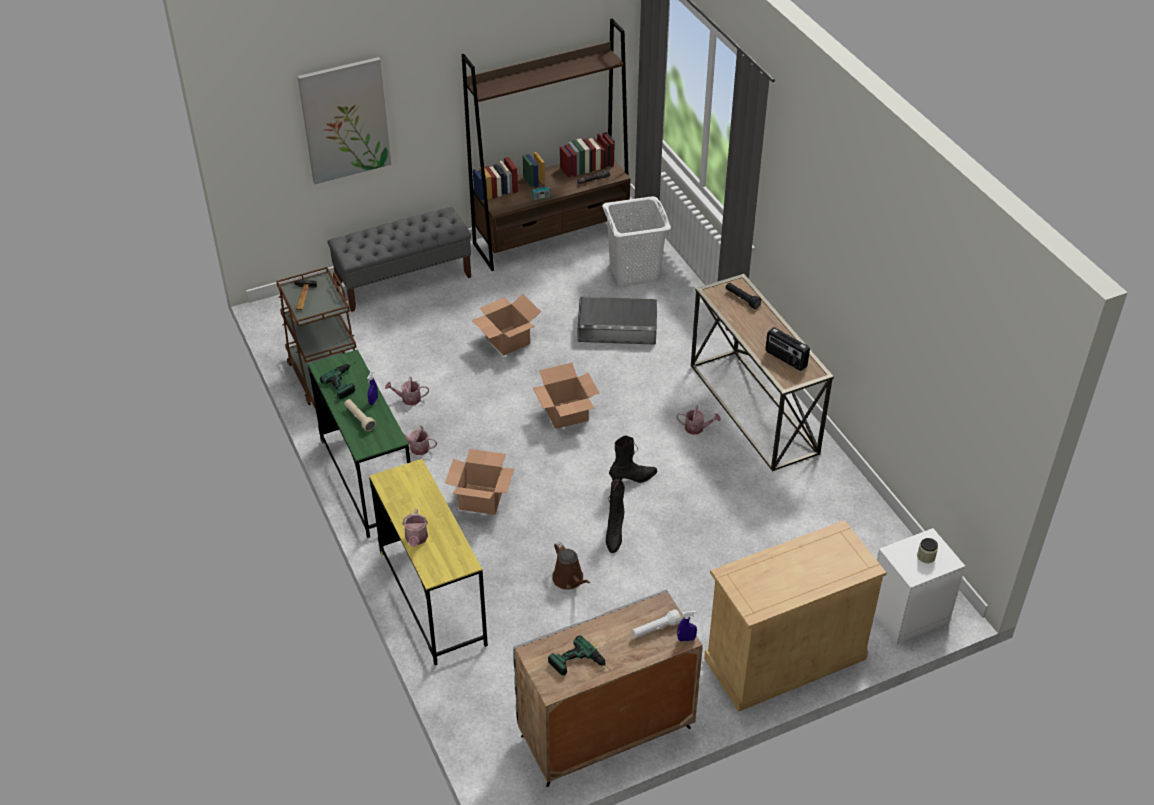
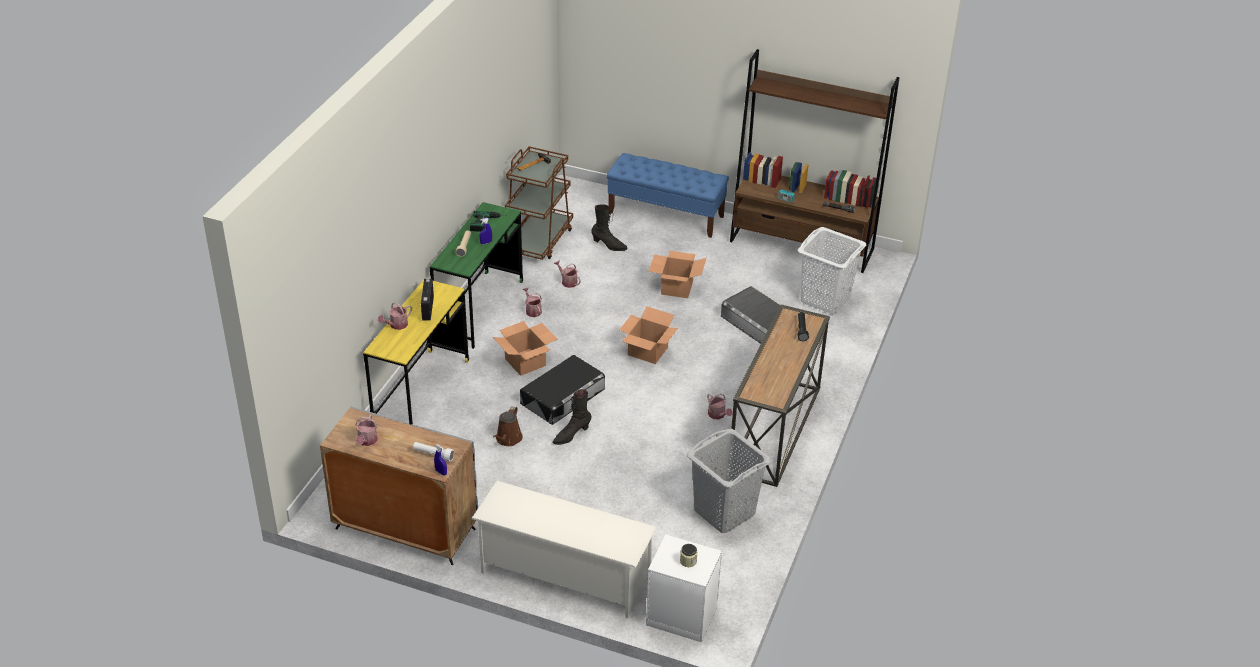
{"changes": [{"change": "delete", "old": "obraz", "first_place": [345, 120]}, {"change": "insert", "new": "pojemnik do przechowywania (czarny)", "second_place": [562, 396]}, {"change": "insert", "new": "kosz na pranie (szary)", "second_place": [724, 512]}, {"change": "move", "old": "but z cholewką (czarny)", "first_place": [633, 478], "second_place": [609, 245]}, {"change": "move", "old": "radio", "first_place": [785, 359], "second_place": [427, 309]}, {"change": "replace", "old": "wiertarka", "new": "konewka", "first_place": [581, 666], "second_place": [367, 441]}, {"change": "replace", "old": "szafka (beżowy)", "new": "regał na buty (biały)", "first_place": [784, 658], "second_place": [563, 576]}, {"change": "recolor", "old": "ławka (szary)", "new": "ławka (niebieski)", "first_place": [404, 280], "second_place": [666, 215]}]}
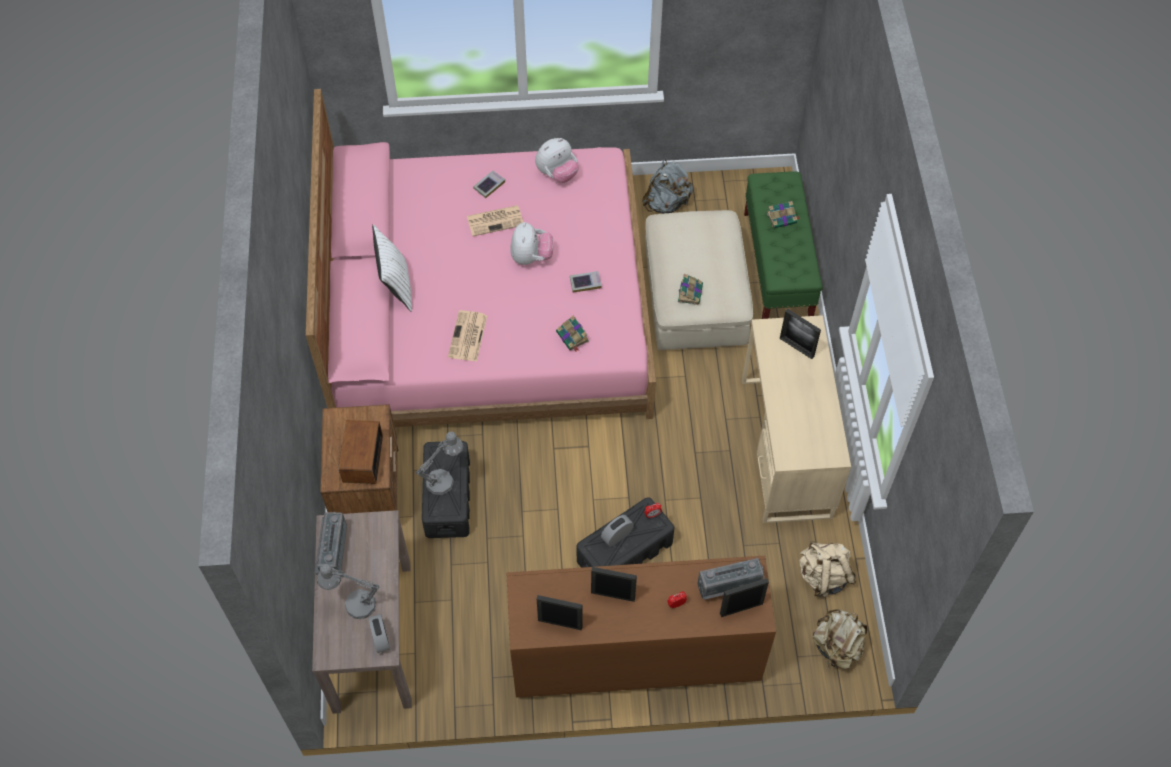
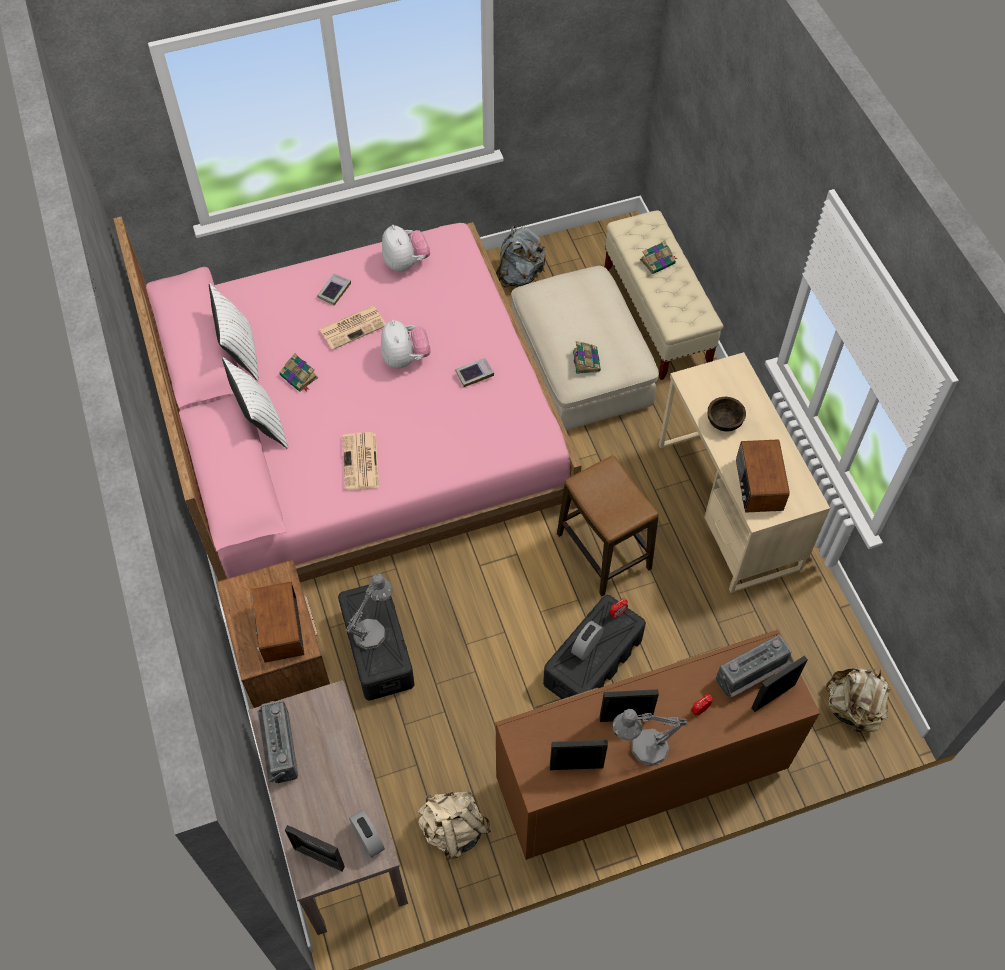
{"changes": [{"change": "insert", "new": "poduszka (biały)", "second_place": [240, 353]}, {"change": "insert", "new": "stołek", "second_place": [603, 551]}, {"change": "insert", "new": "miska (brązowy)", "second_place": [723, 422]}, {"change": "insert", "new": "radio", "second_place": [757, 485]}, {"change": "move", "old": "lampa stołowa (szary)", "first_place": [353, 604], "second_place": [641, 749]}, {"change": "move", "old": "książka", "first_place": [573, 337], "second_place": [299, 377]}, {"change": "move", "old": "ramka na zdjęcie", "first_place": [796, 347], "second_place": [319, 858]}, {"change": "move", "old": "plecak (beżowy)", "first_place": [823, 577], "second_place": [453, 830]}, {"change": "recolor", "old": "ławka (zielony)", "new": "ławka (beżowy)", "first_place": [777, 266], "second_place": [656, 316]}, {"change": "rotate", "old": "pluszak", "first_place": [557, 174], "second_place": [406, 263], "degrees": -60}]}
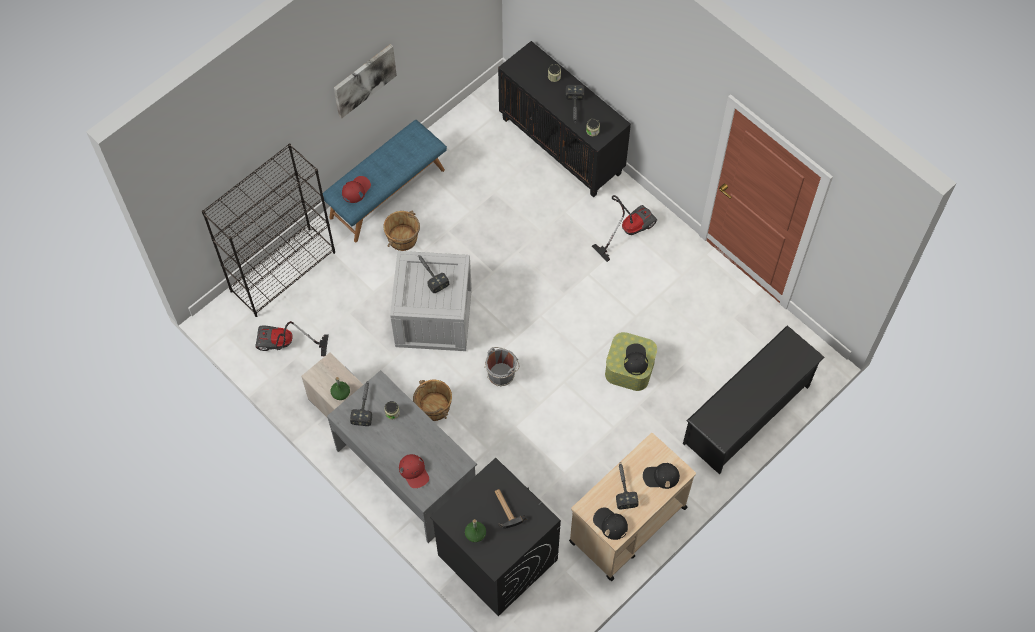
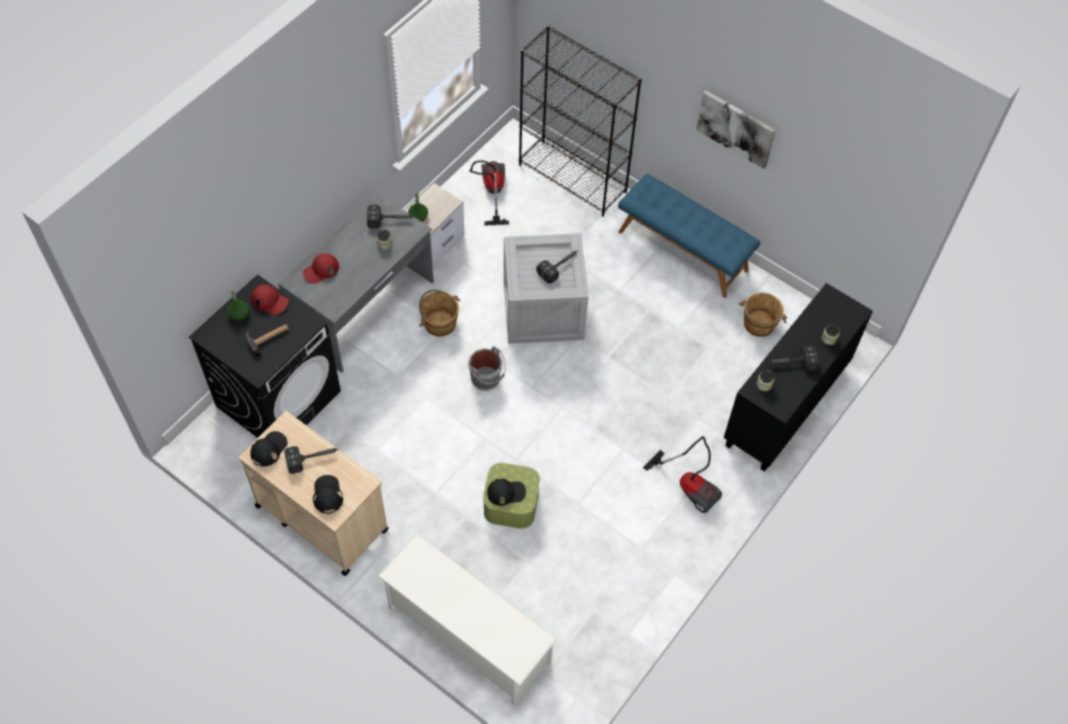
{"changes": [{"change": "move", "old": "czapka z daszkiem (czerwony)", "first_place": [356, 190], "second_place": [270, 301]}, {"change": "move", "old": "wiadro (brązowy)", "first_place": [403, 239], "second_place": [758, 324]}, {"change": "recolor", "old": "regał na buty (czarny)", "new": "regał na buty (biały)", "first_place": [747, 415], "second_place": [468, 635]}]}
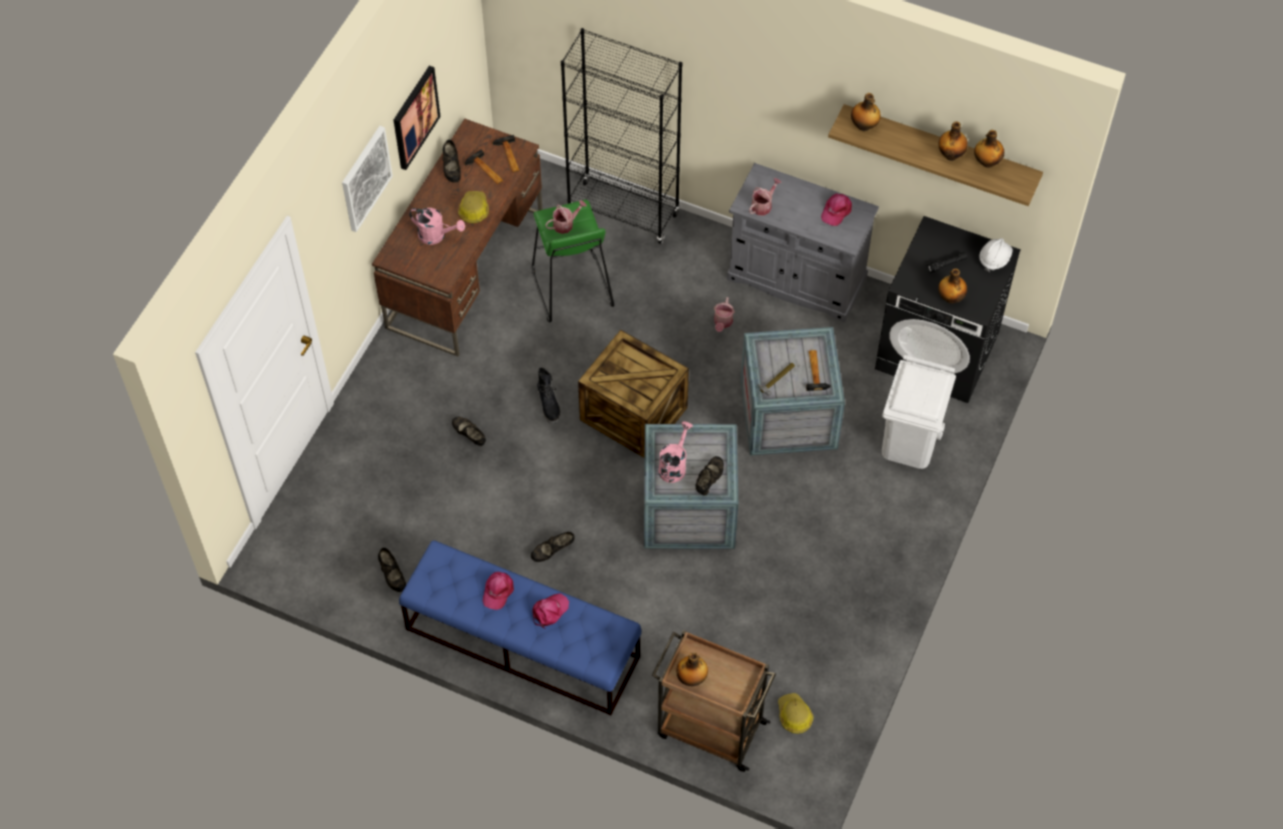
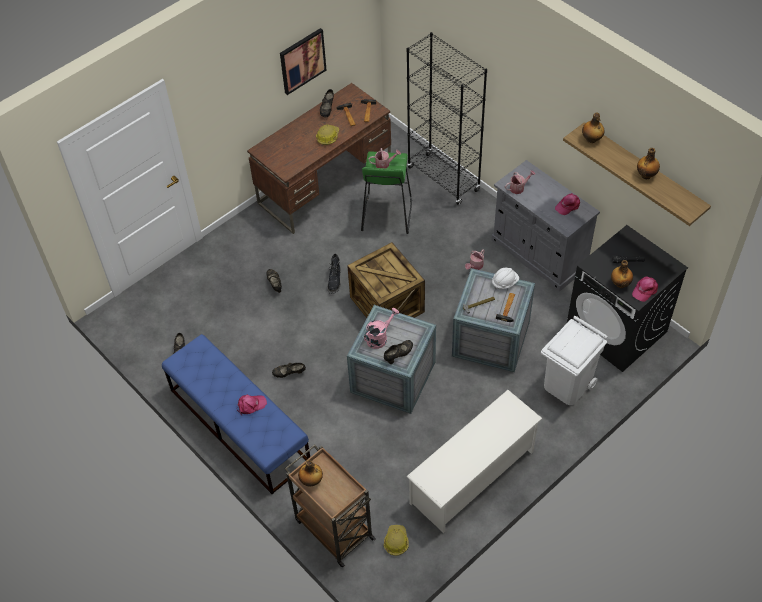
{"changes": [{"change": "delete", "old": "obraz", "first_place": [365, 178]}, {"change": "delete", "old": "konewka (różowy)", "first_place": [436, 235]}, {"change": "delete", "old": "butelka", "first_place": [986, 162]}, {"change": "insert", "new": "regał na buty (biały)", "second_place": [472, 477]}, {"change": "move", "old": "czapka z daszkiem (różowy)", "first_place": [498, 591], "second_place": [645, 290]}, {"change": "move", "old": "kask (biały)", "first_place": [994, 259], "second_place": [505, 282]}]}
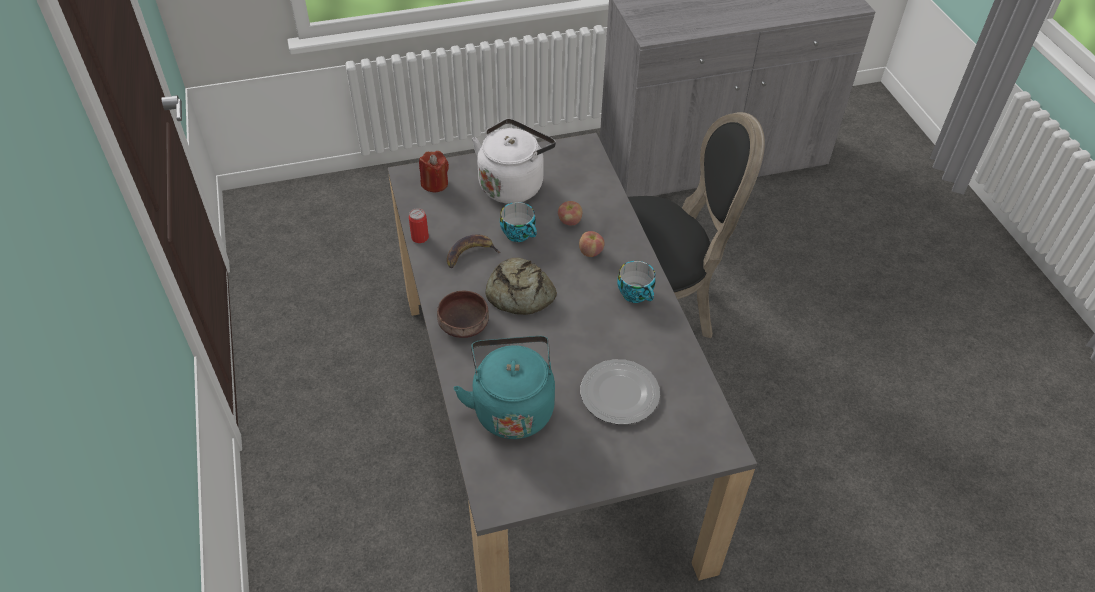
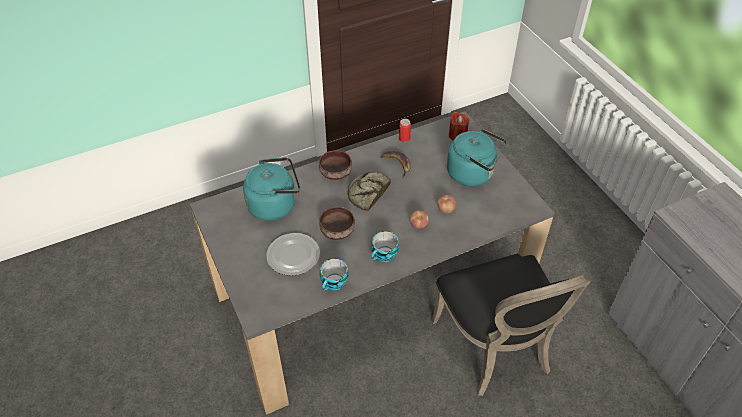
{"changes": [{"change": "insert", "new": "miska (brązowy)", "second_place": [336, 230]}, {"change": "move", "old": "filiżanka", "first_place": [520, 234], "second_place": [334, 284]}, {"change": "recolor", "old": "czajnik (biały)", "new": "czajnik (turkusowy)", "first_place": [513, 184], "second_place": [473, 174]}]}
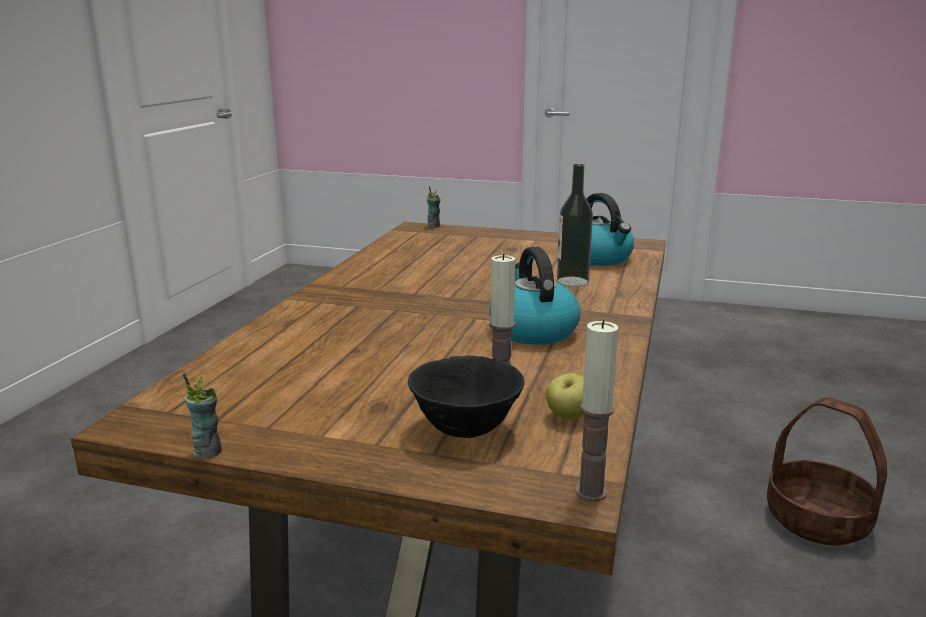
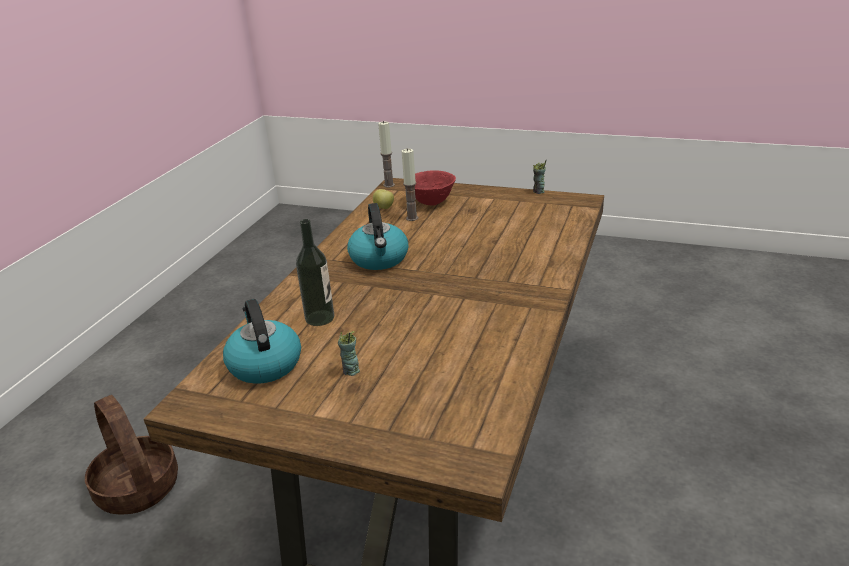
{"changes": [{"change": "move", "old": "filiżanka", "first_place": [433, 226], "second_place": [351, 371]}, {"change": "recolor", "old": "miska (czarny)", "new": "miska (czerwony)", "first_place": [467, 429], "second_place": [431, 202]}]}
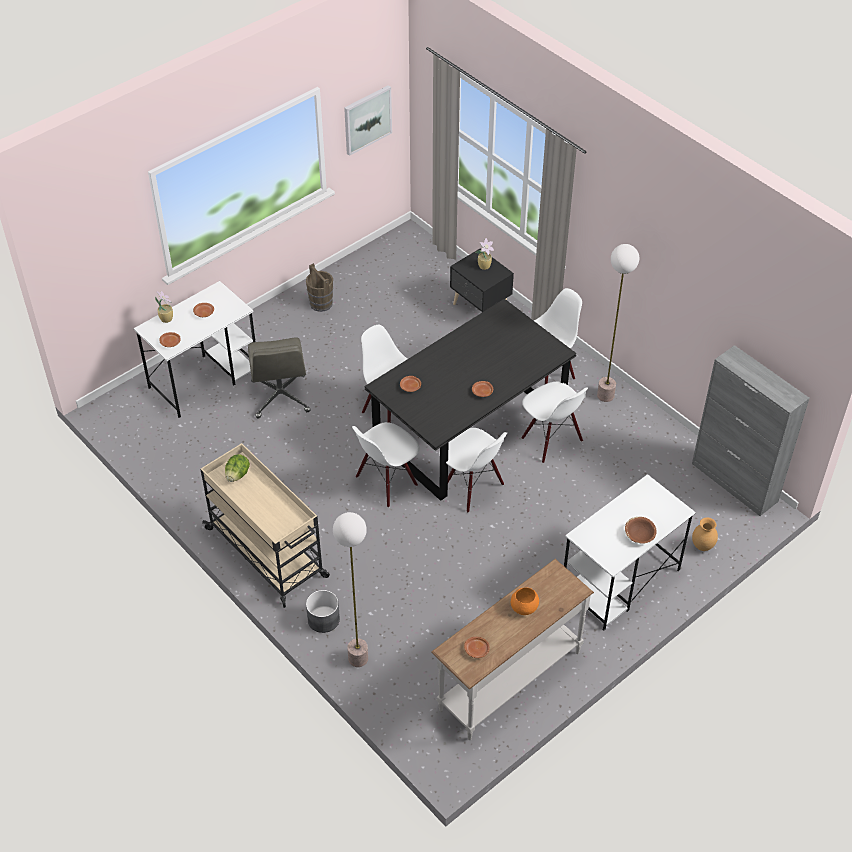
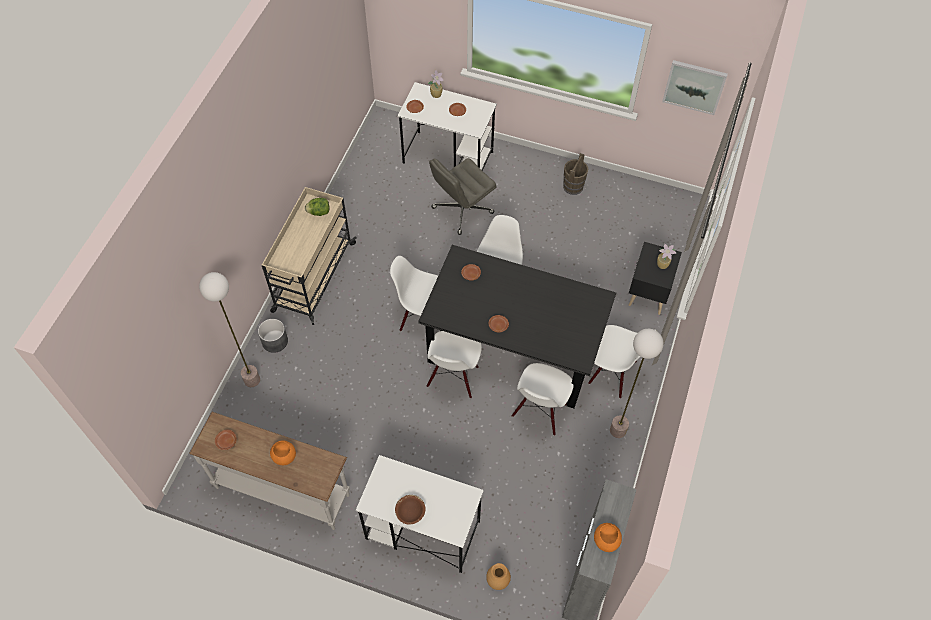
{"changes": [{"change": "insert", "new": "miska (pomarańczowy)", "second_place": [606, 541]}]}
